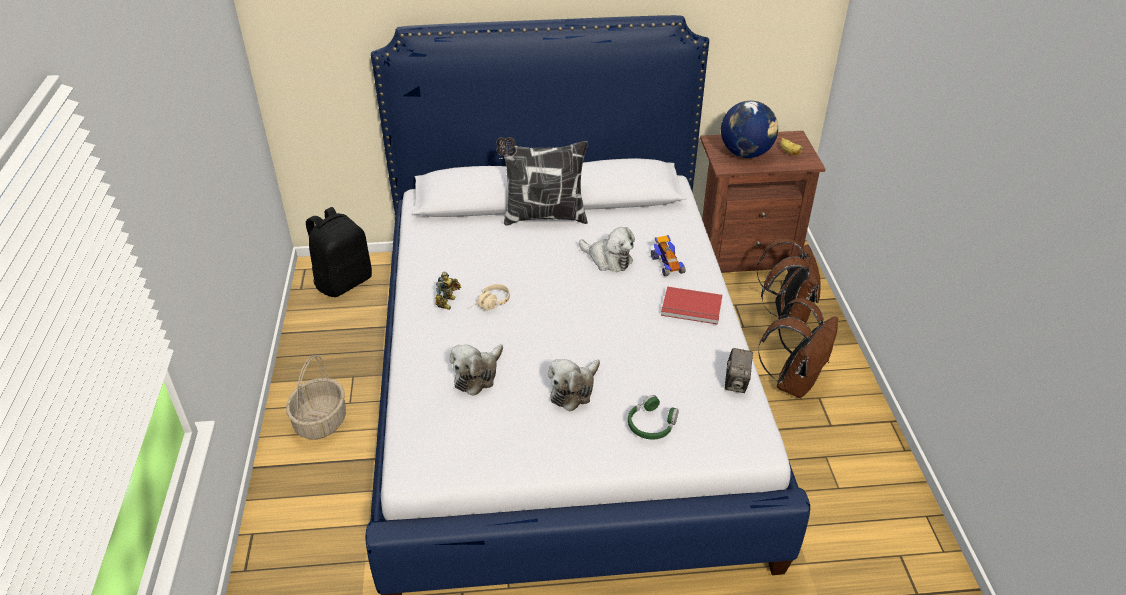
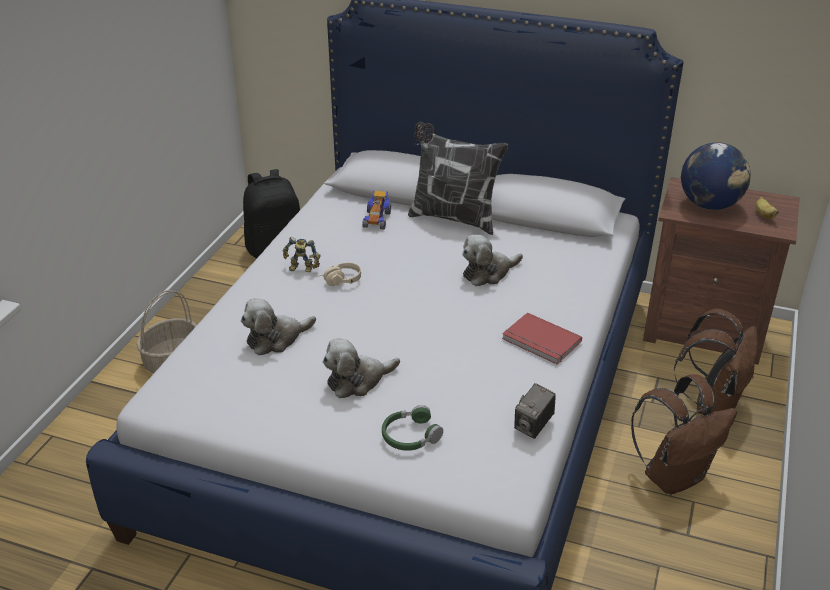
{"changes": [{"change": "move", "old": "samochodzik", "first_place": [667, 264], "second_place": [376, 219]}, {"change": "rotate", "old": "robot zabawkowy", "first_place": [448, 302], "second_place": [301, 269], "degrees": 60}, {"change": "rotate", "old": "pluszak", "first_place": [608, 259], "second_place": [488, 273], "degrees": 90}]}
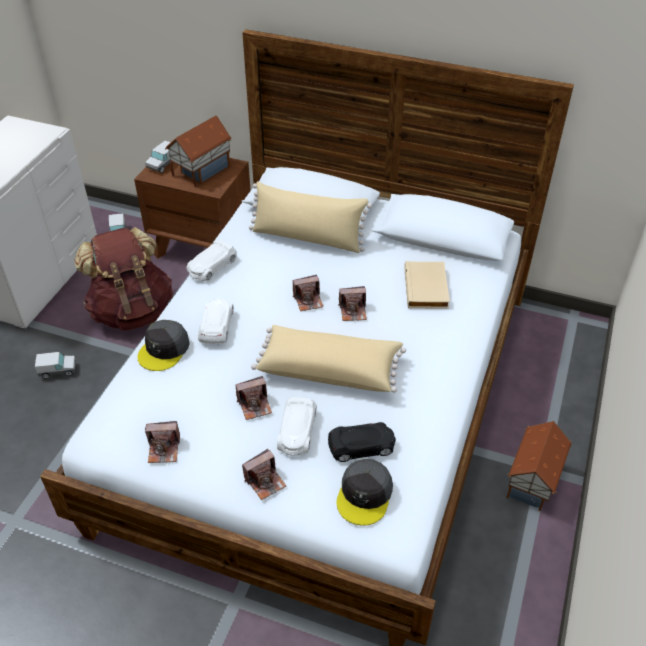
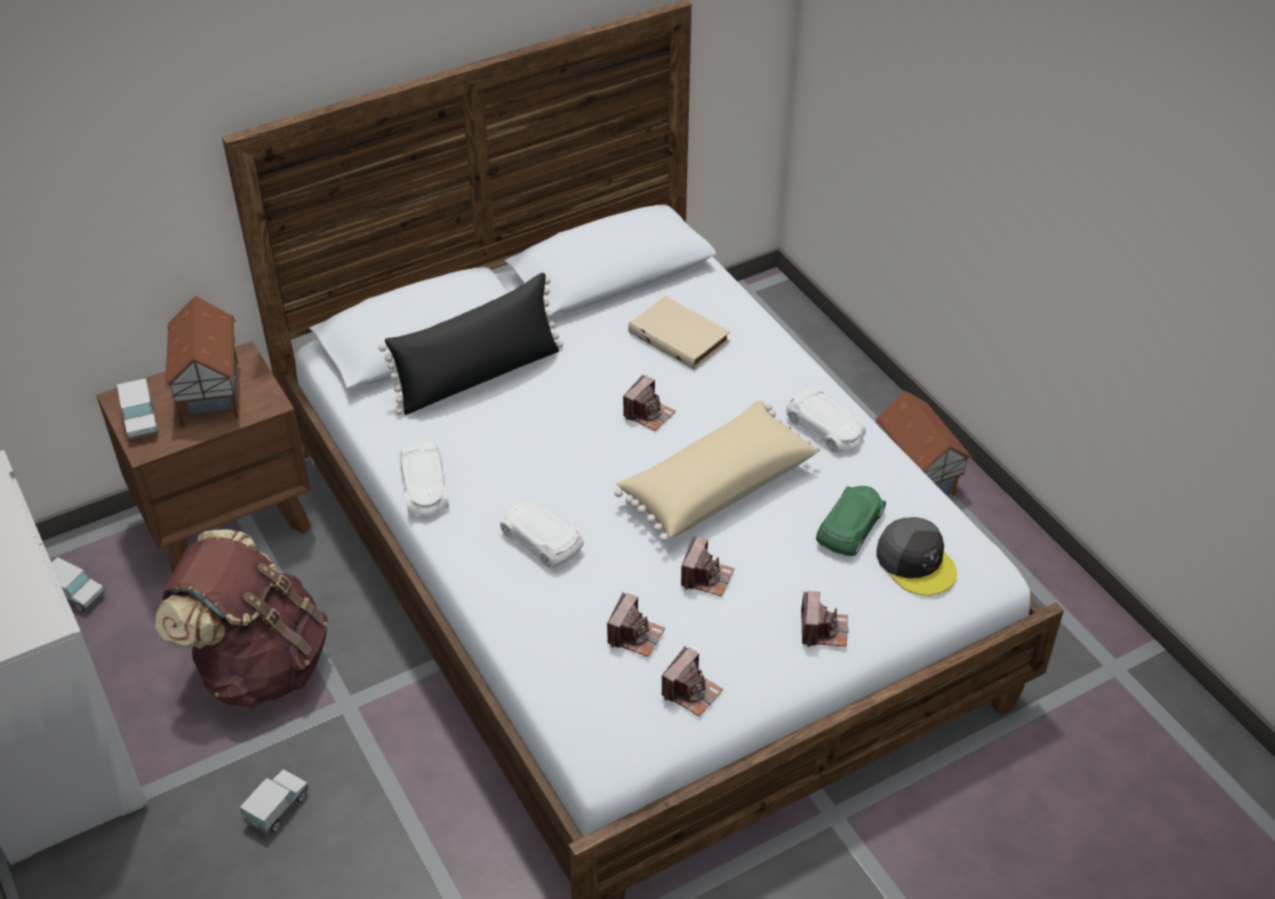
{"changes": [{"change": "delete", "old": "czapka z daszkiem (szary)", "first_place": [164, 349]}, {"change": "move", "old": "samochodzik (biały)", "first_place": [297, 431], "second_place": [825, 429]}, {"change": "move", "old": "aparat fotograficzny", "first_place": [308, 300], "second_place": [635, 635]}, {"change": "recolor", "old": "poduszka (beżowy)", "new": "poduszka (czarny)", "first_place": [308, 238], "second_place": [479, 376]}, {"change": "recolor", "old": "samochodzik (czarny)", "new": "samochodzik (zielony)", "first_place": [362, 446], "second_place": [850, 526]}]}
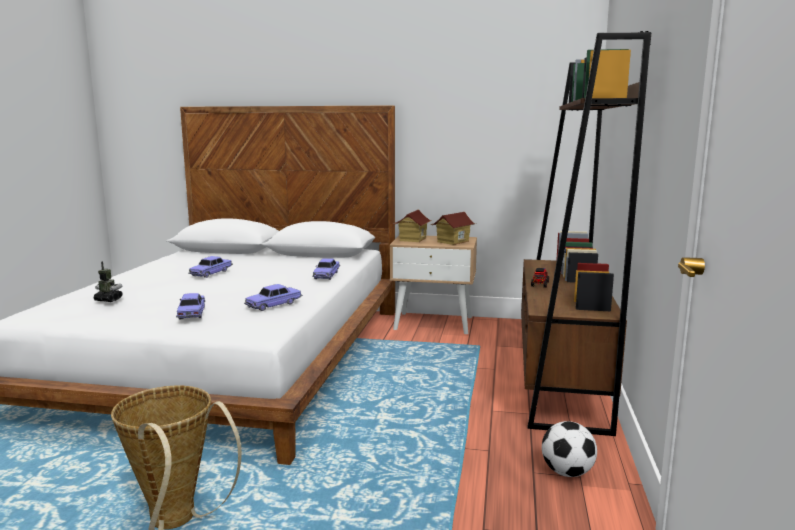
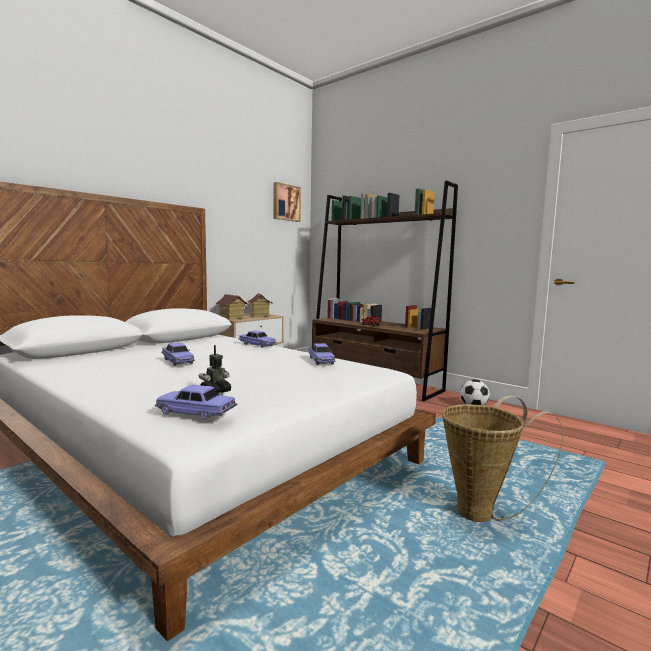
{"changes": [{"change": "insert", "new": "obraz", "second_place": [286, 202]}, {"change": "move", "old": "samochodzik", "first_place": [192, 314], "second_place": [196, 413]}]}
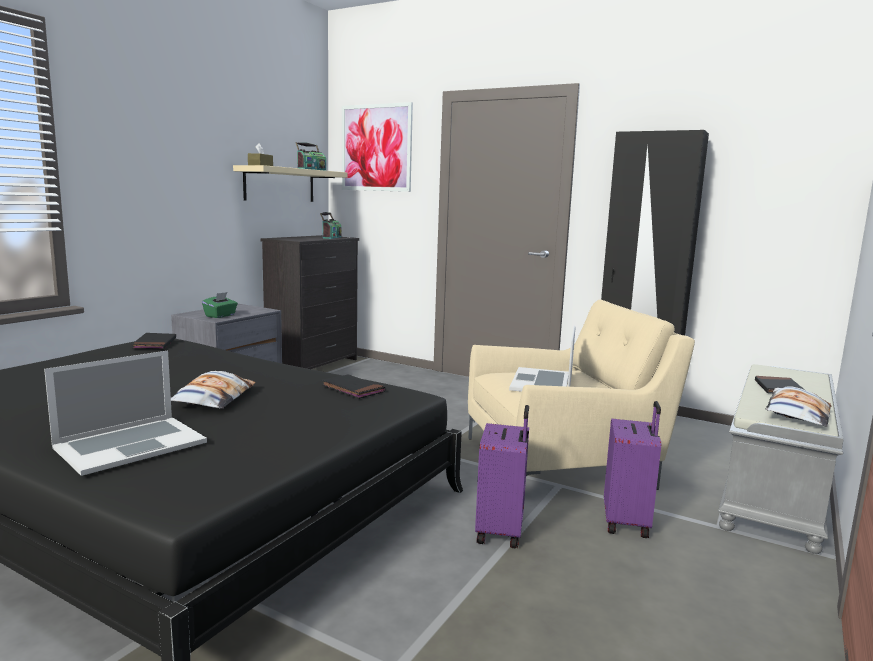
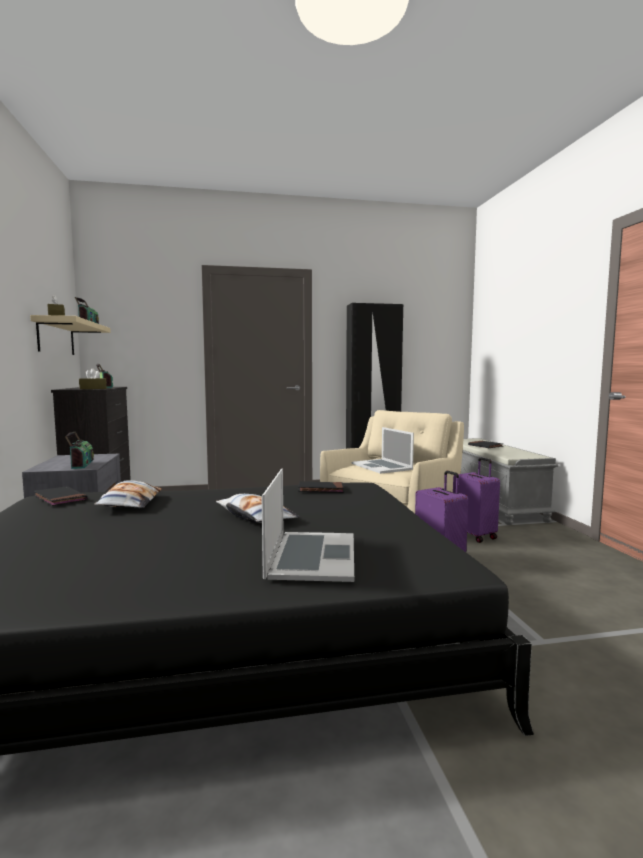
{"changes": [{"change": "delete", "old": "obraz", "first_place": [376, 148]}, {"change": "insert", "new": "pudełko chusteczek (brązowy)", "second_place": [93, 388]}, {"change": "move", "old": "poduszka", "first_place": [796, 414], "second_place": [130, 502]}, {"change": "replace", "old": "pudełko chusteczek (zielony)", "new": "radio", "first_place": [220, 315], "second_place": [81, 464]}]}
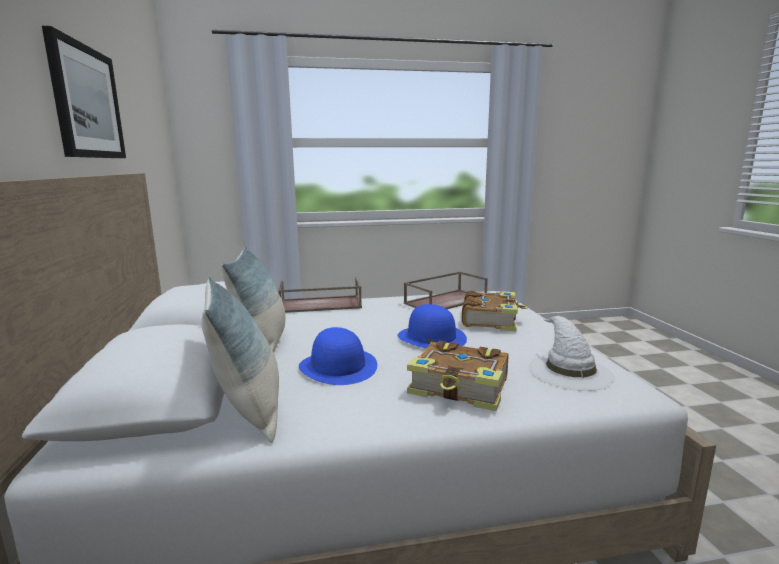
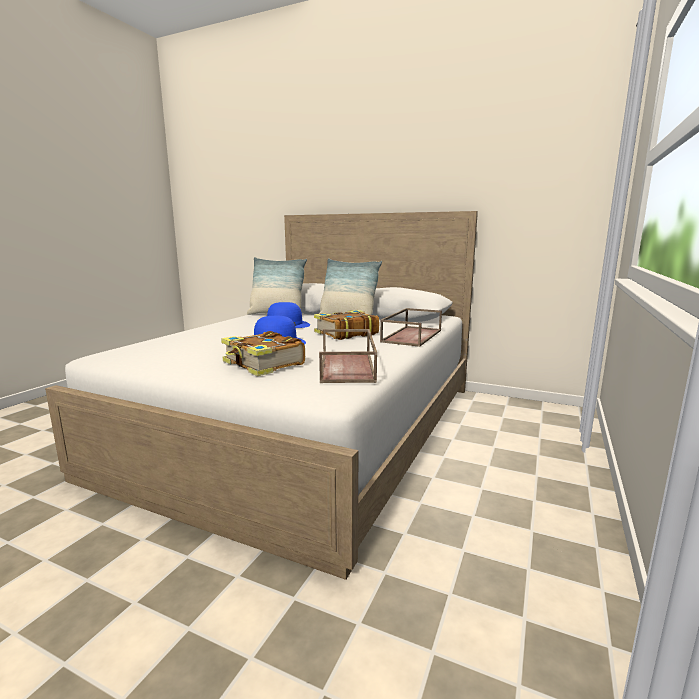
{"changes": [{"change": "delete", "old": "obraz", "first_place": [86, 102]}, {"change": "delete", "old": "kapelusz (biały)", "first_place": [569, 371]}, {"change": "move", "old": "książka", "first_place": [460, 388], "second_place": [345, 333]}]}
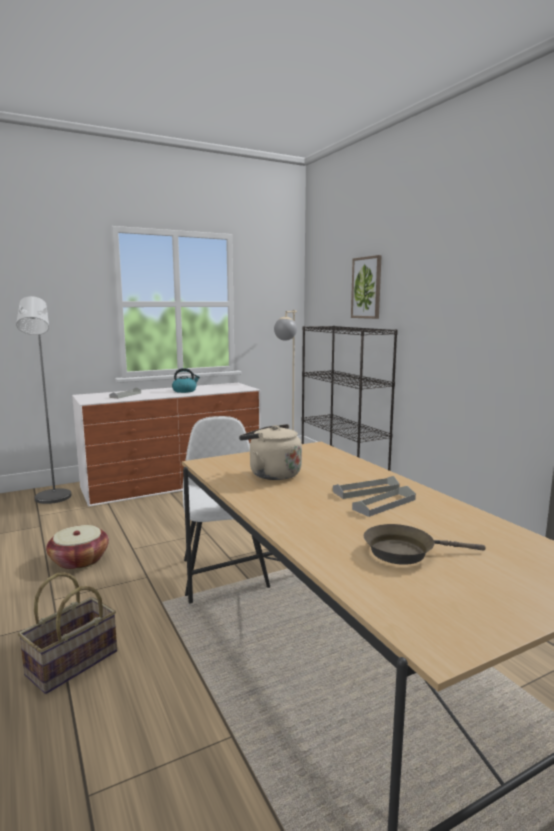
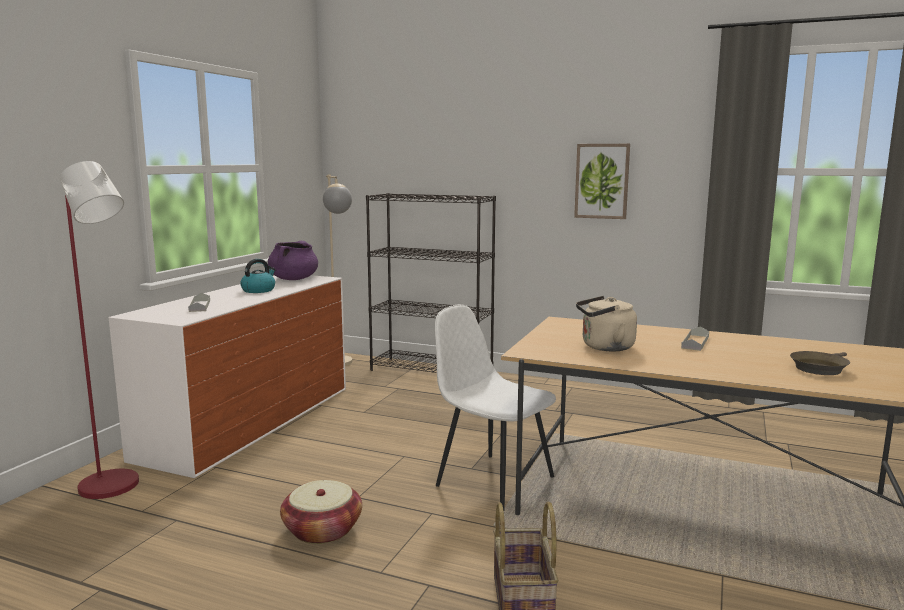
{"changes": [{"change": "delete", "old": "taca (szary)", "first_place": [384, 504]}, {"change": "insert", "new": "garnek (fioletowy)", "second_place": [294, 279]}, {"change": "move", "old": "obraz", "first_place": [366, 288], "second_place": [602, 181]}, {"change": "recolor", "old": "lampa stojąca (szary)", "new": "lampa stojąca (czerwony)", "first_place": [52, 499], "second_place": [115, 488]}]}
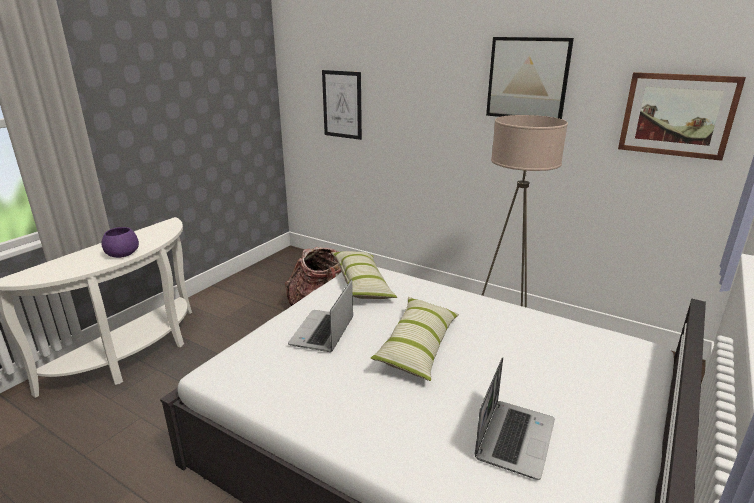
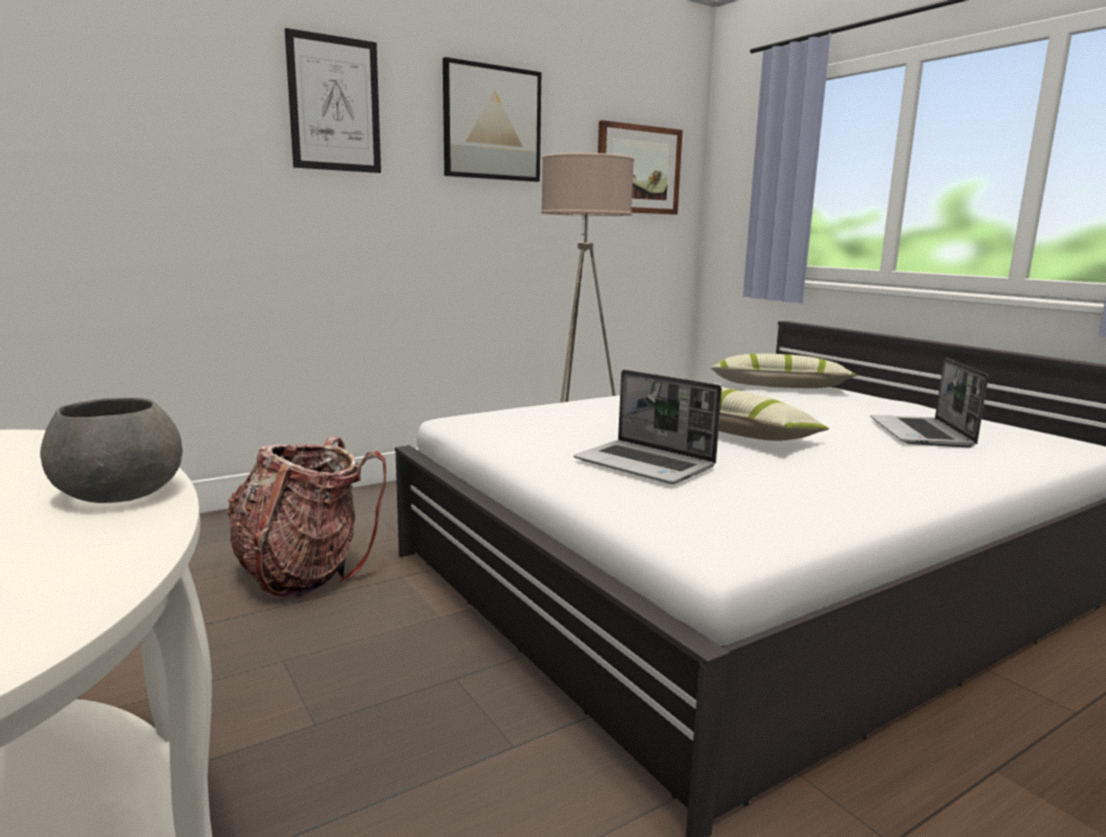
{"changes": [{"change": "move", "old": "obraz", "first_place": [342, 104], "second_place": [334, 104]}, {"change": "move", "old": "poduszka", "first_place": [362, 284], "second_place": [777, 387]}, {"change": "recolor", "old": "miska (fioletowy)", "new": "miska (szary)", "first_place": [122, 254], "second_place": [121, 493]}, {"change": "rotate", "old": "laptop", "first_place": [514, 438], "second_place": [922, 433], "degrees": -135}]}
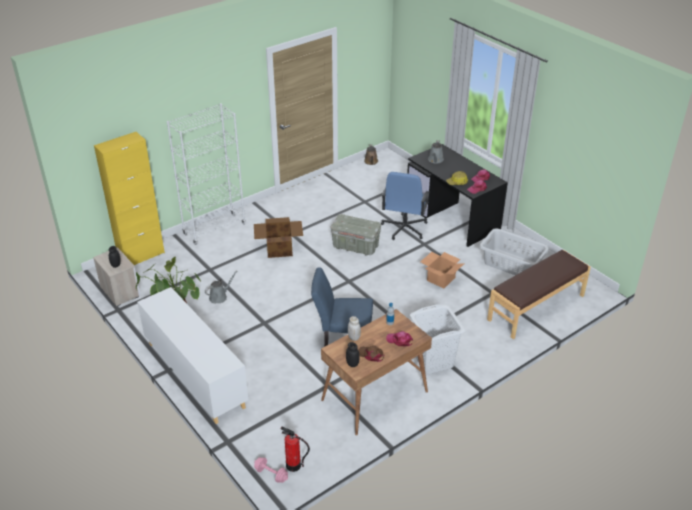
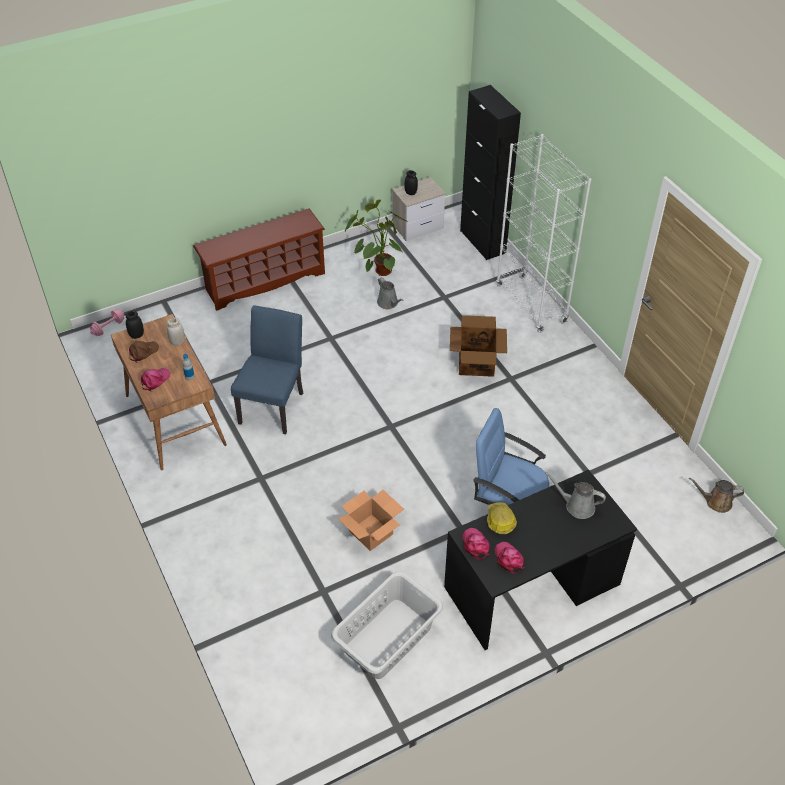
{"changes": [{"change": "delete", "old": "gaśnica", "first_place": [293, 465]}, {"change": "delete", "old": "pojemnik do przechowywania (szary)", "first_place": [356, 246]}, {"change": "delete", "old": "kosz na pranie (biały)", "first_place": [433, 361]}, {"change": "delete", "old": "ławka (brązowy)", "first_place": [536, 308]}, {"change": "replace", "old": "szafka (biały)", "new": "regał na buty (brązowy)", "first_place": [195, 374], "second_place": [265, 281]}, {"change": "recolor", "old": "szafka (żółty)", "new": "szafka (czarny)", "first_place": [141, 256], "second_place": [482, 242]}]}
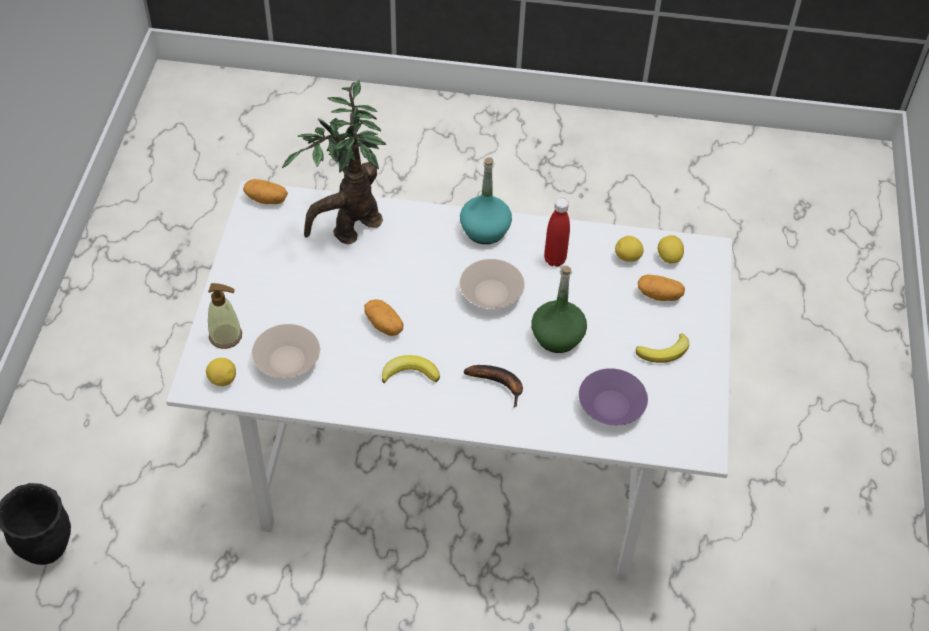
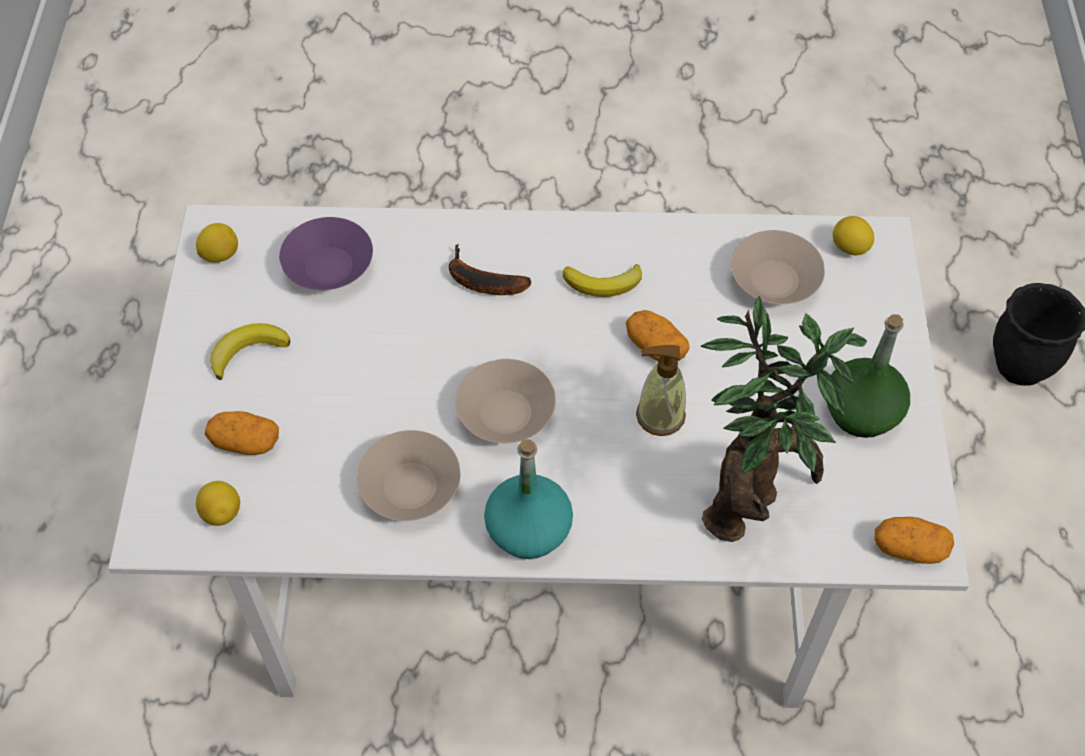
{"changes": [{"change": "move", "old": "dozownik mydła", "first_place": [226, 336], "second_place": [660, 416]}, {"change": "move", "old": "butelka (zielony)", "first_place": [557, 337], "second_place": [861, 412]}, {"change": "move", "old": "cytryna", "first_place": [627, 257], "second_place": [220, 255]}, {"change": "replace", "old": "butelka (czerwony)", "new": "miska (beżowy)", "first_place": [555, 259], "second_place": [410, 487]}]}
